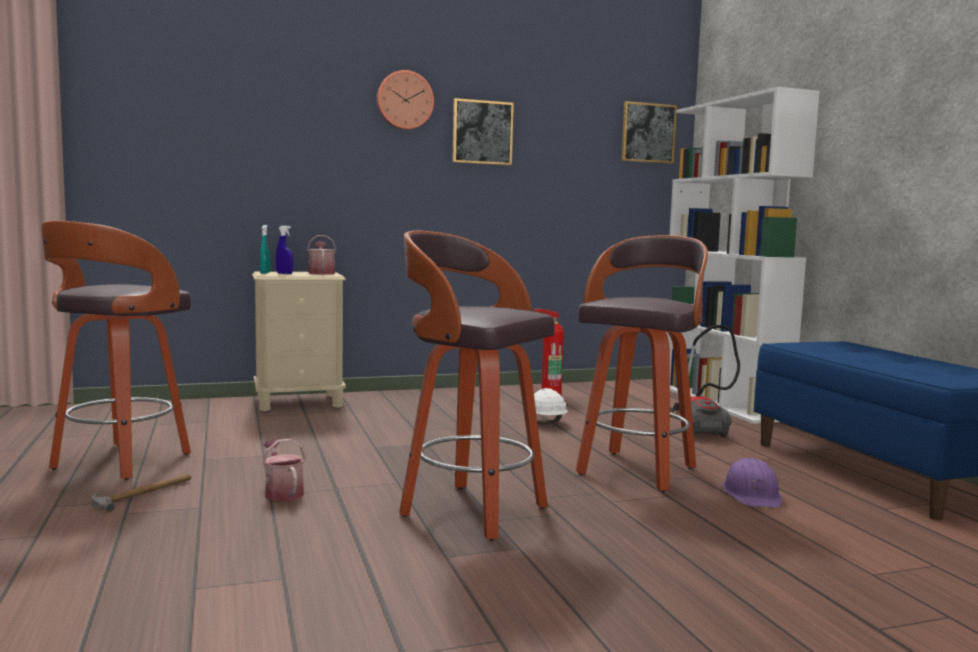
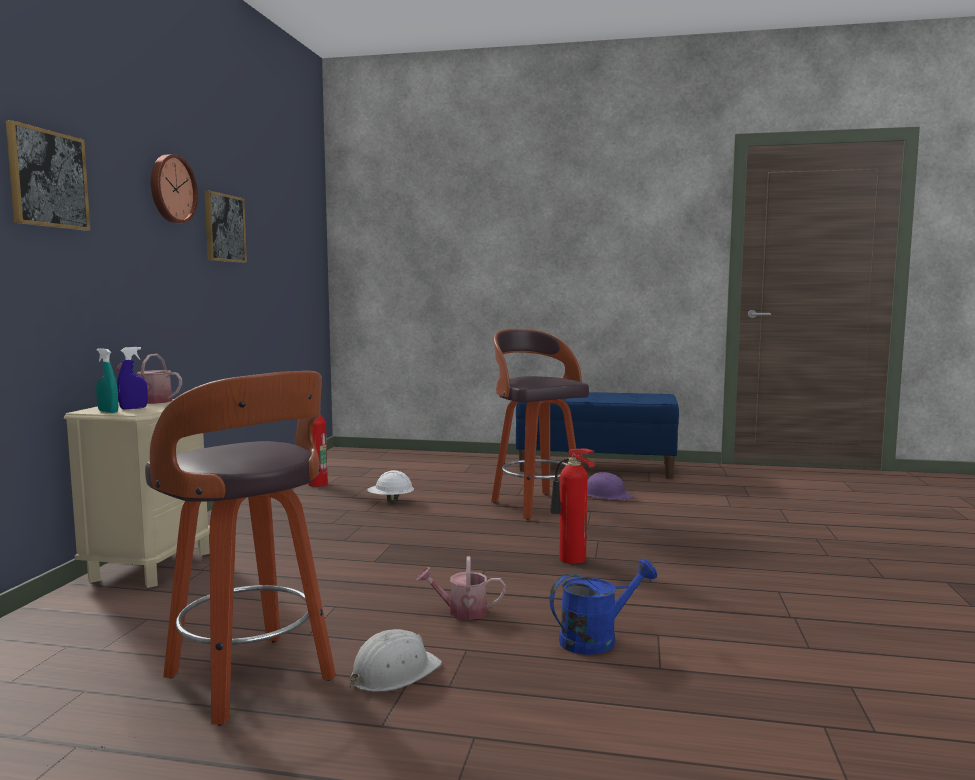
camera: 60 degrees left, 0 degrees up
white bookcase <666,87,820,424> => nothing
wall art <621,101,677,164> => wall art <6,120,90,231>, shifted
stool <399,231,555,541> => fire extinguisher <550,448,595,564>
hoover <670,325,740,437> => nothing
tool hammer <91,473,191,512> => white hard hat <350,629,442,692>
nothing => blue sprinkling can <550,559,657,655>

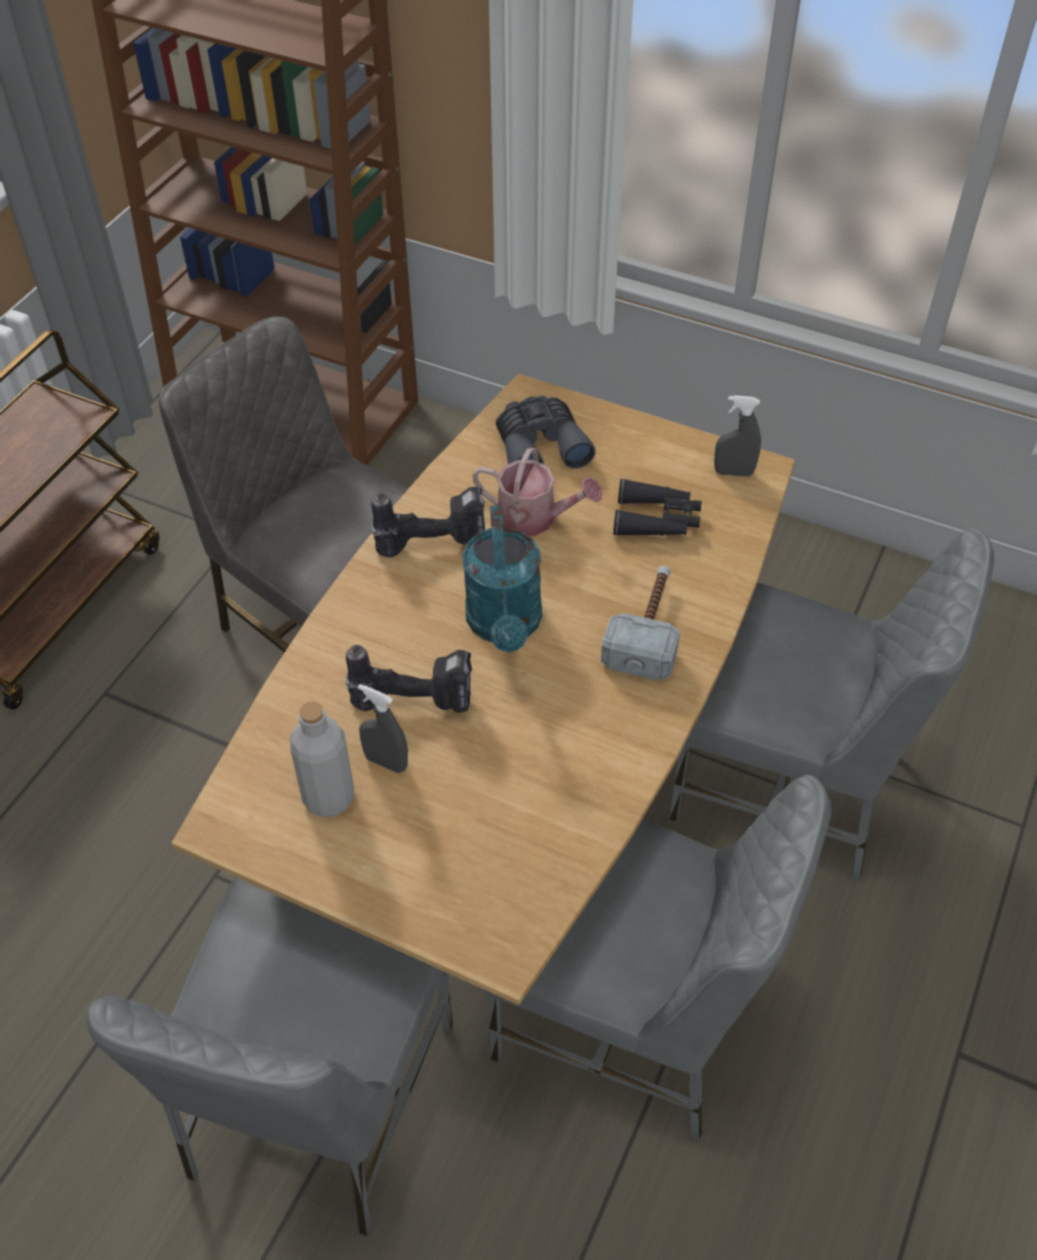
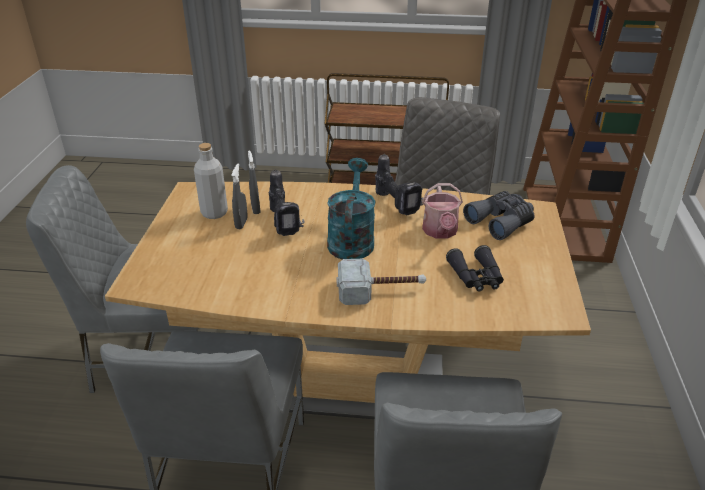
camera: 70 degrees right, 15 degrees down
gray sprayer <714,395,761,477> => gray sprayer <248,150,261,214>, shifted
turquoise sprinkling can <462,505,542,652> => turquoise sprinkling can <327,158,375,260>, 120 degrees clockwise

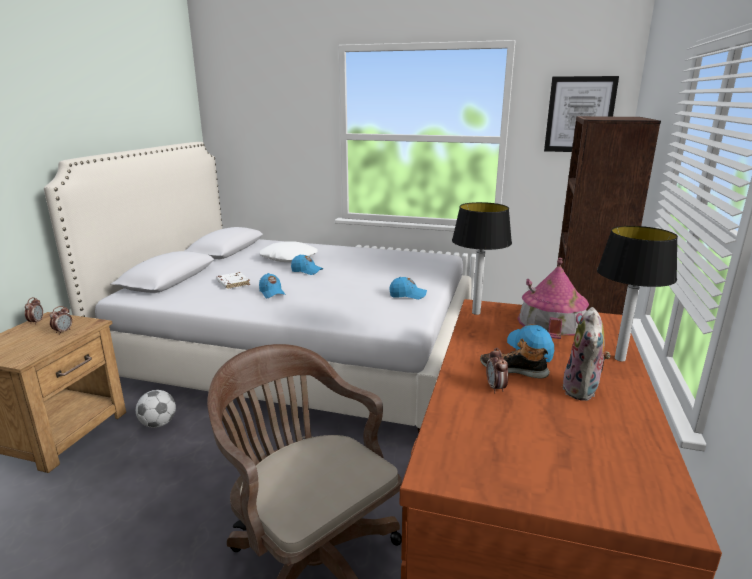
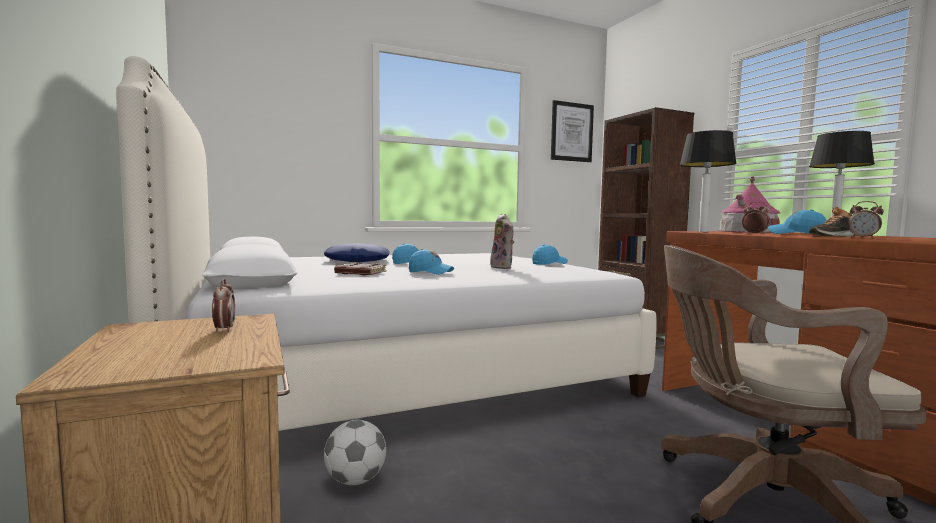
camera: 40 degrees left, 15 degrees down
white pillow <259,242,318,262> => blue pillow <324,243,390,262>
white book <216,272,250,289> => brownish book <334,262,386,275>
table clock <25,297,43,325> => table clock <742,202,770,235>, shifted
soft toy <562,307,610,401> => soft toy <490,214,514,269>, shifted

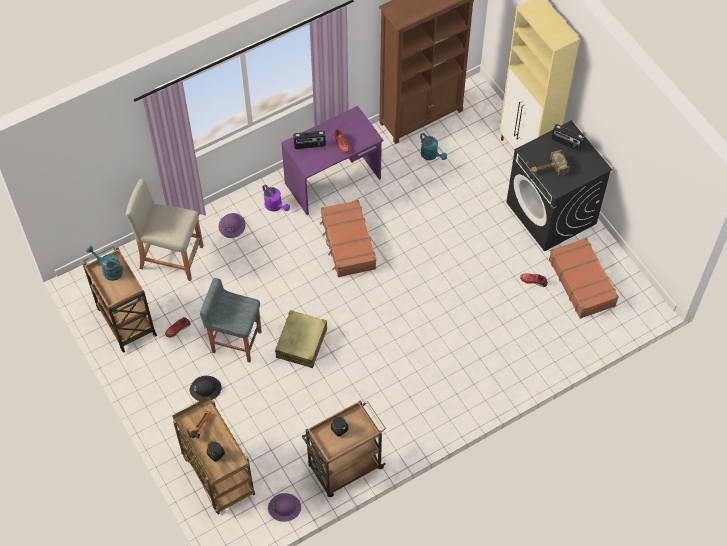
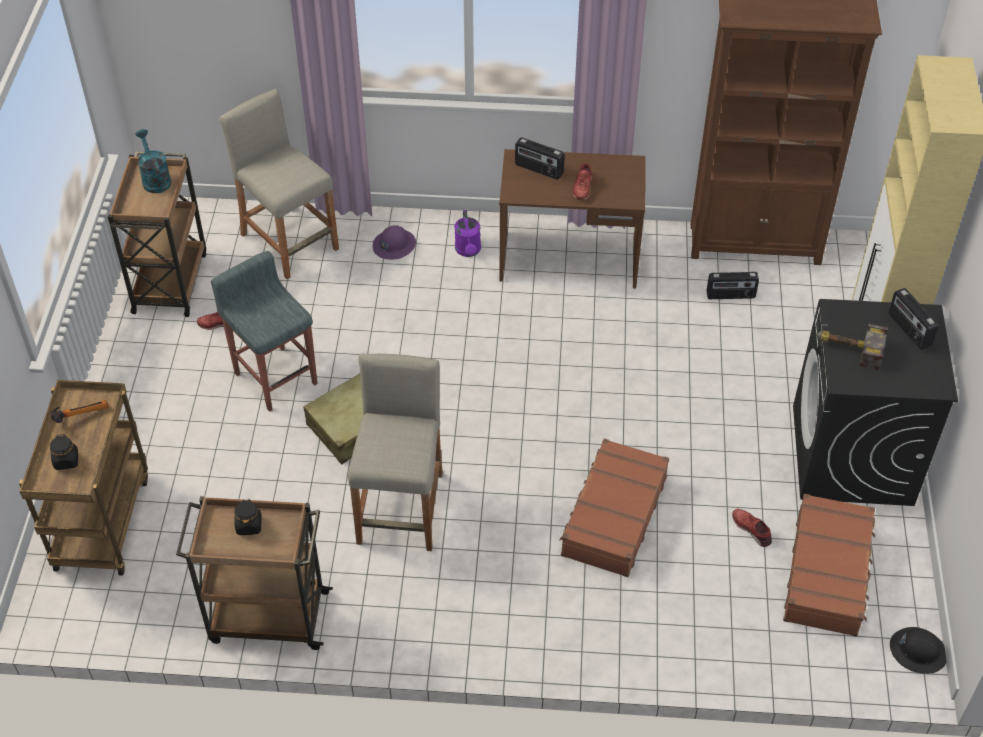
camera: 35 degrees right, 10 degrees down
purplish desk <281,106,383,215> => brownish desk <499,149,646,289>
turquoise sprinkling can <420,133,447,160> => radio set <706,272,759,299>
brownish piece of luggage <320,200,376,277> => brownish piece of luggage <559,439,669,577>, shifted
blackish hard hat <190,376,222,401> => blackish hard hat <890,627,947,674>, shifted
purplish hard hat <268,493,301,522> => nothing
nothing => beige stool <348,354,443,551>

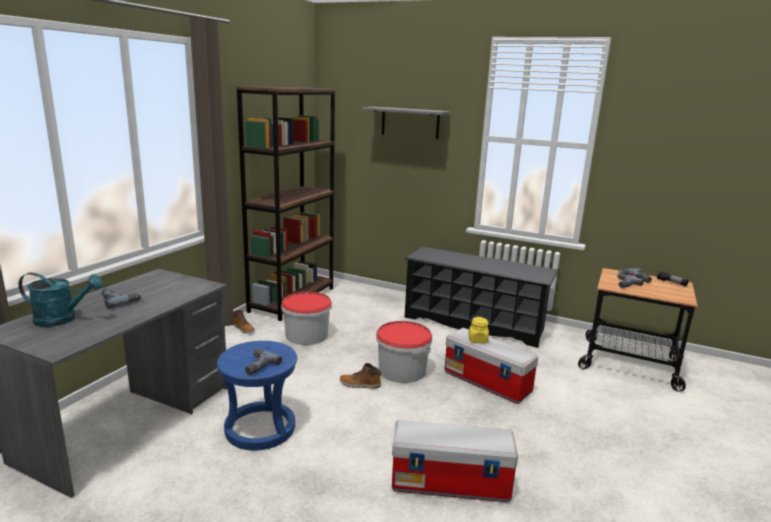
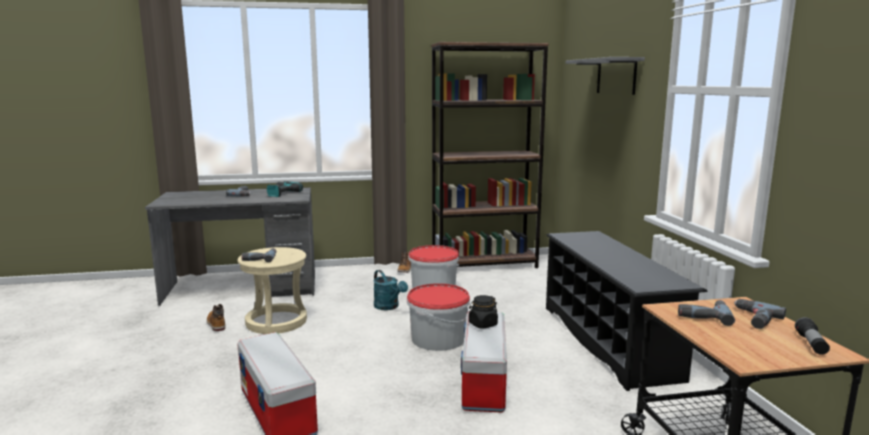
camera: 55 degrees right, 5 degrees down
turquoise sprinkling can <19,273,103,327> => turquoise sprinkling can <373,270,408,310>, shifted
yellowish preserve jar <469,317,489,343> => blackish preserve jar <469,295,498,329>
blue stool <217,341,297,451> => beige stool <238,247,307,334>
tall boot <340,363,382,388> => tall boot <207,304,225,331>, shifted
nothing => power drill <267,181,303,197>

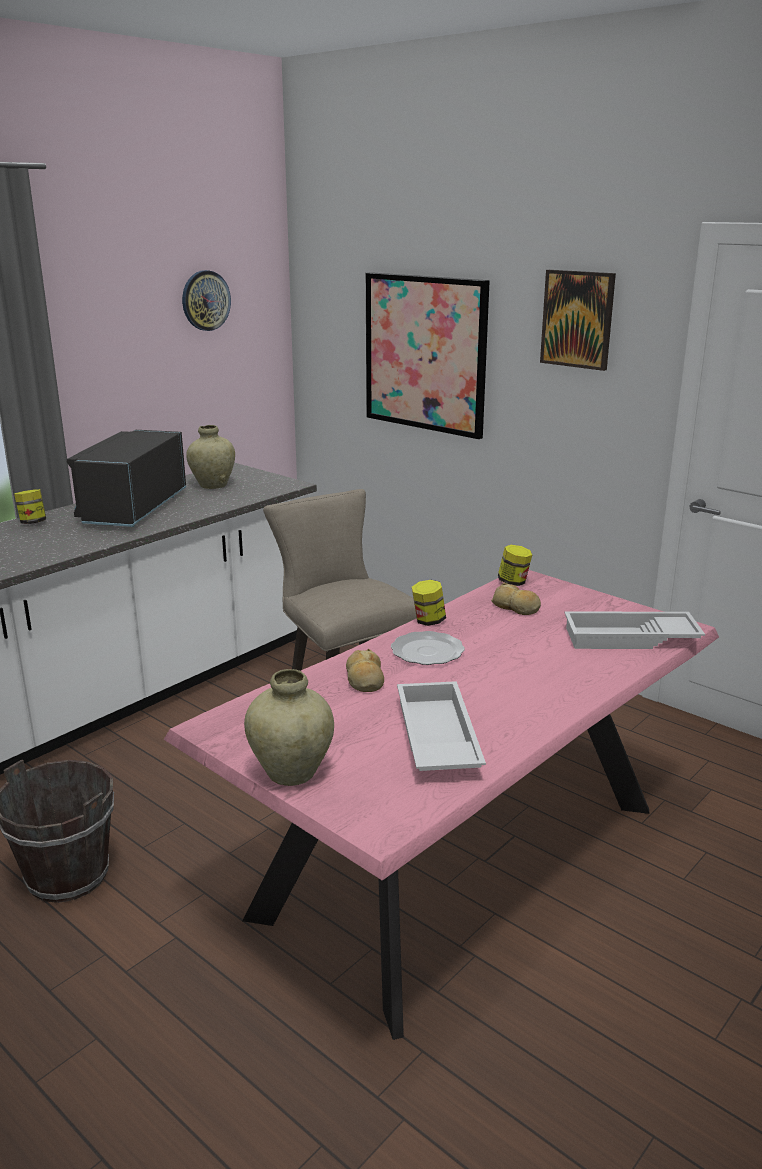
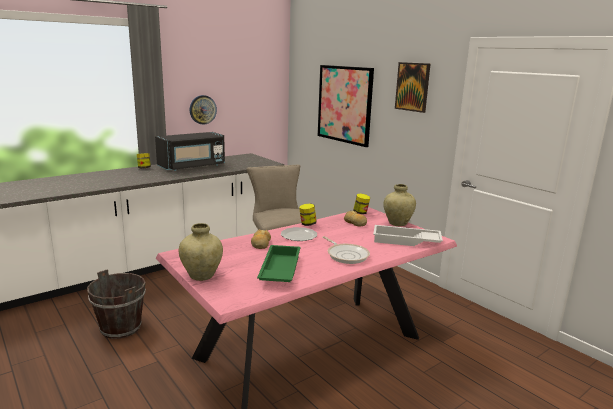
camera: 10 degrees right, 5 degrees down
clock on the wall <182,270,231,331> => clock on the wall <190,95,217,125>, shifted
beige decorative vase <186,425,235,489> => beige decorative vase <383,184,416,226>, shifted
blackish microwave <67,430,186,527> => blackish microwave <155,132,225,171>, 150 degrees counterclockwise
white tray <397,681,486,771> => green-coloured tray <257,245,301,282>
nothing => pan <322,236,370,264>

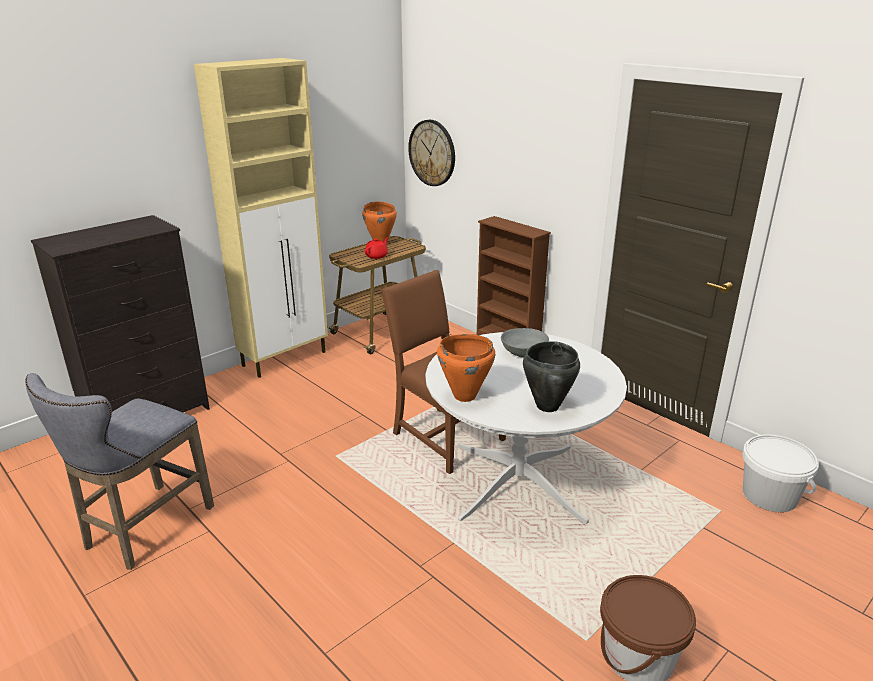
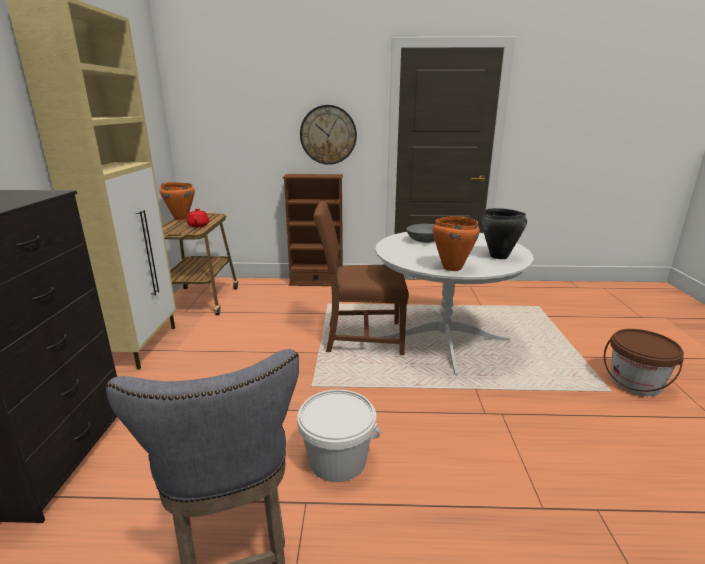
camera: 45 degrees left, 5 degrees down
clock on the wall <408,120,455,186> => clock on the wall <300,105,357,165>, shifted
white bucket <742,435,819,513> => white bucket <297,389,381,482>, shifted

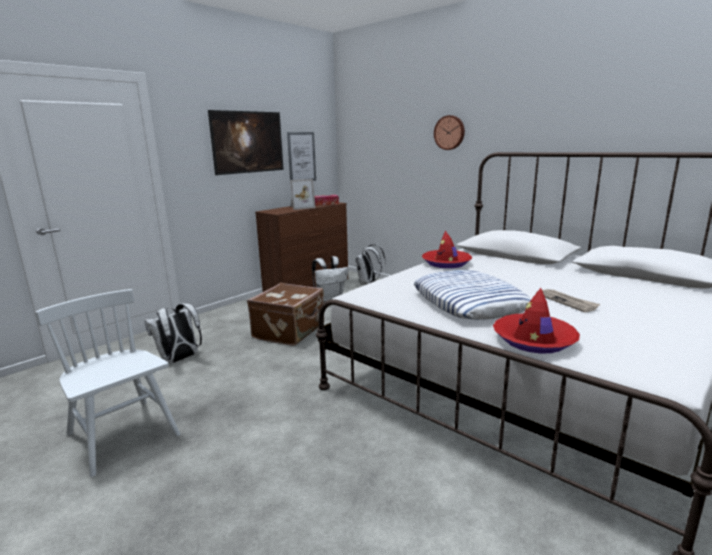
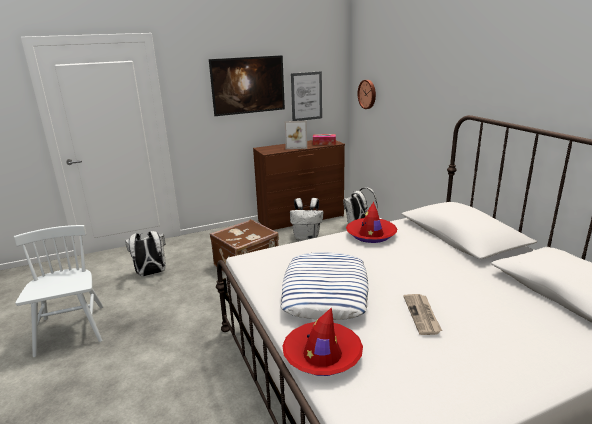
camera: 25 degrees right, 5 degrees up
clock on the wall <434,115,465,150> => clock on the wall <358,80,376,109>, shifted

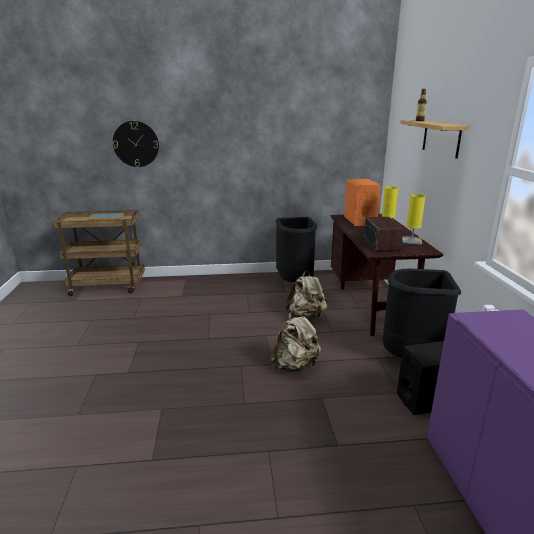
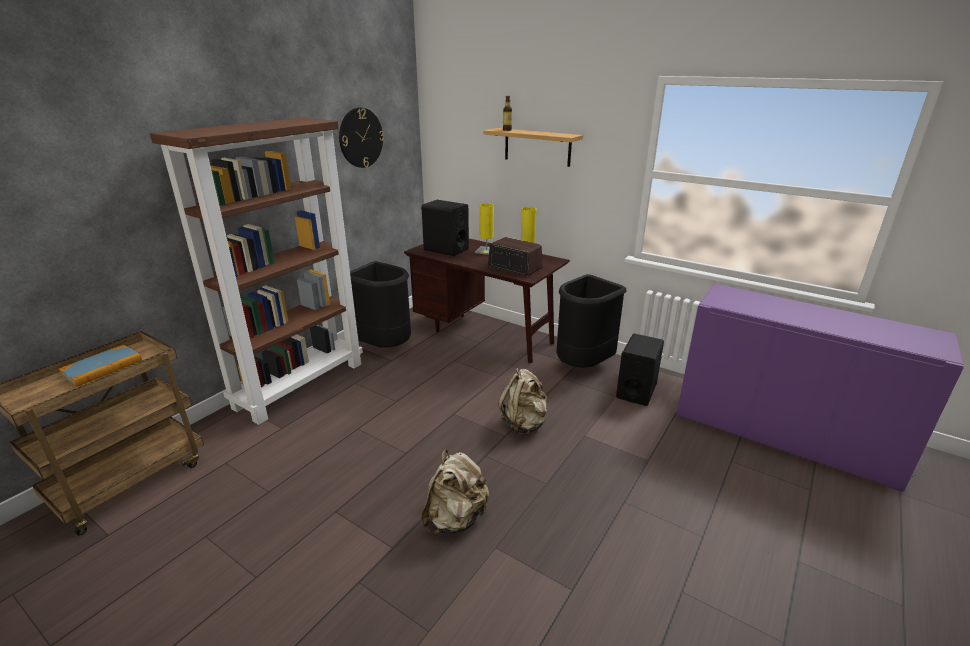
camera: 50 degrees left, 5 degrees up
clock on the wall <113,121,159,167> => clock on the wall <339,108,384,168>, shifted
orangey audio speaker <344,179,381,226> => blackish audio speaker <421,200,469,256>
beige backpack <286,270,327,319> => beige backpack <421,450,489,534>, shifted
nothing => brownish bookcase <150,117,363,425>

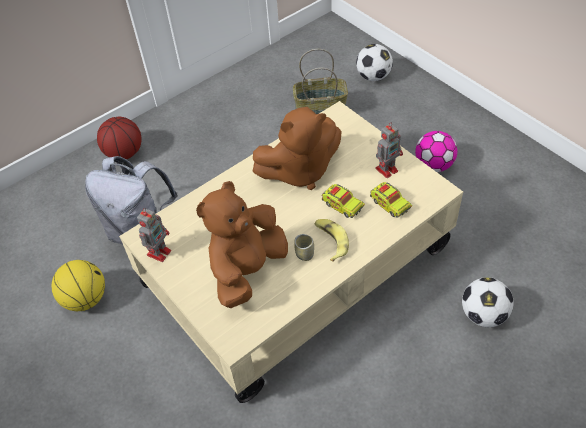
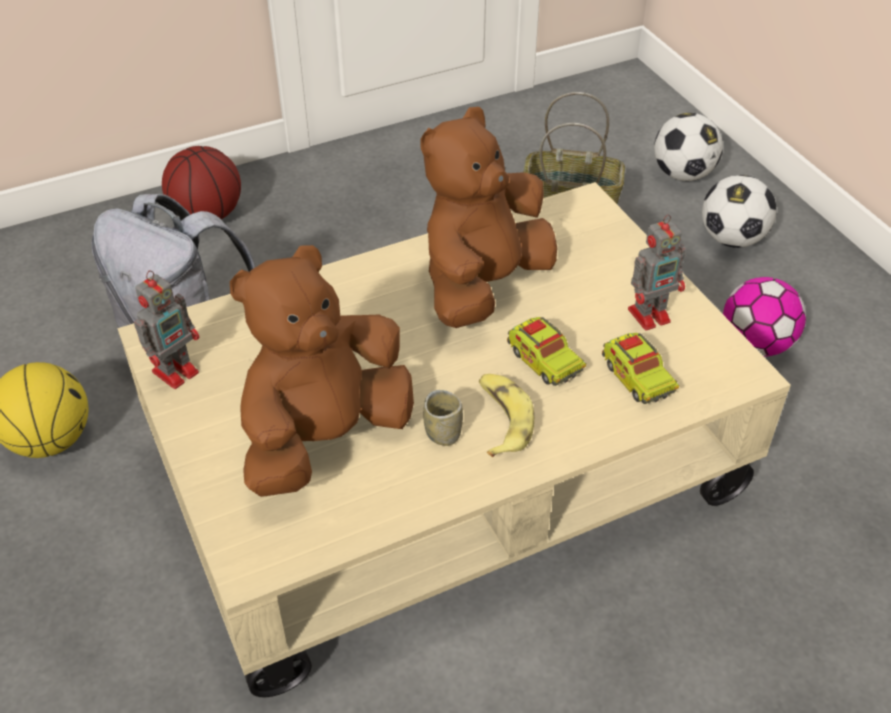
camera: 10 degrees right, 5 degrees down
brownish soft toy <253,107,342,190> => brownish soft toy <421,107,557,328>, 135 degrees clockwise
football ball <462,277,513,327> => football ball <702,175,776,248>, shifted

